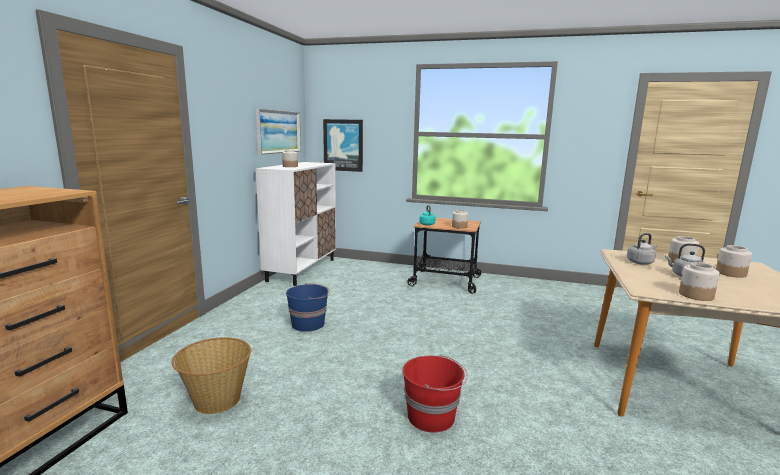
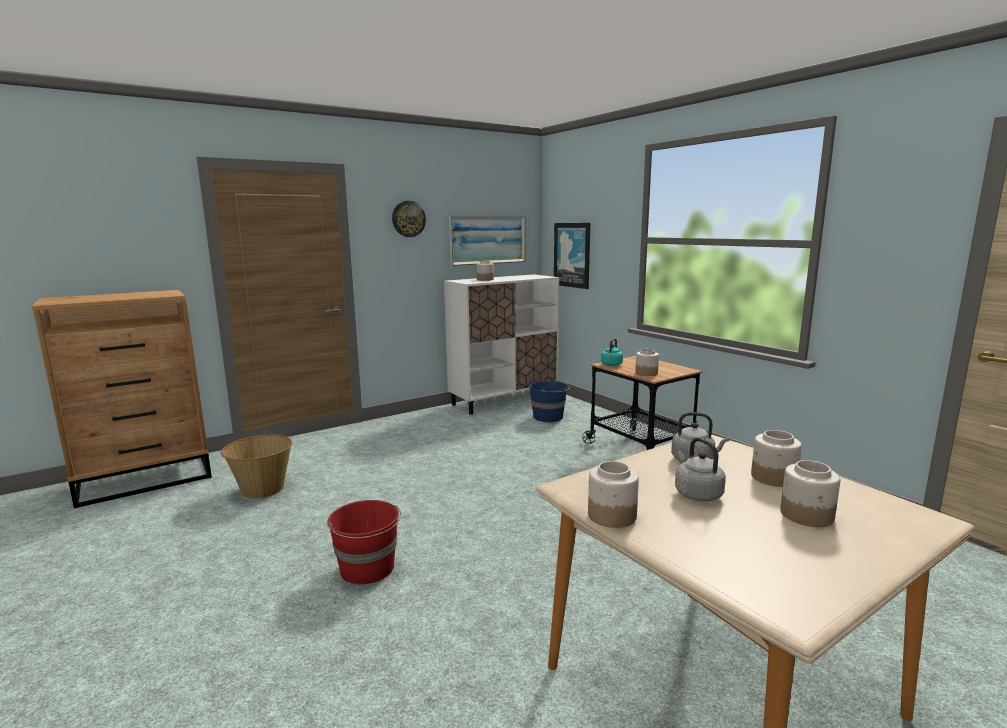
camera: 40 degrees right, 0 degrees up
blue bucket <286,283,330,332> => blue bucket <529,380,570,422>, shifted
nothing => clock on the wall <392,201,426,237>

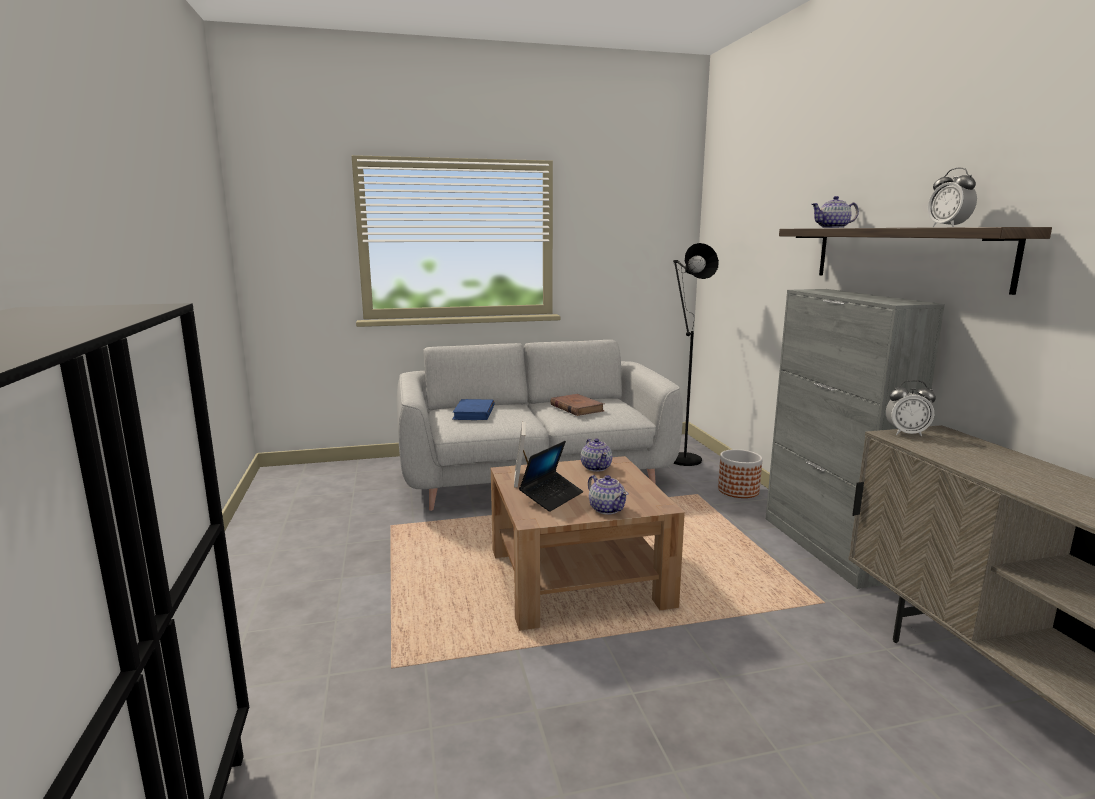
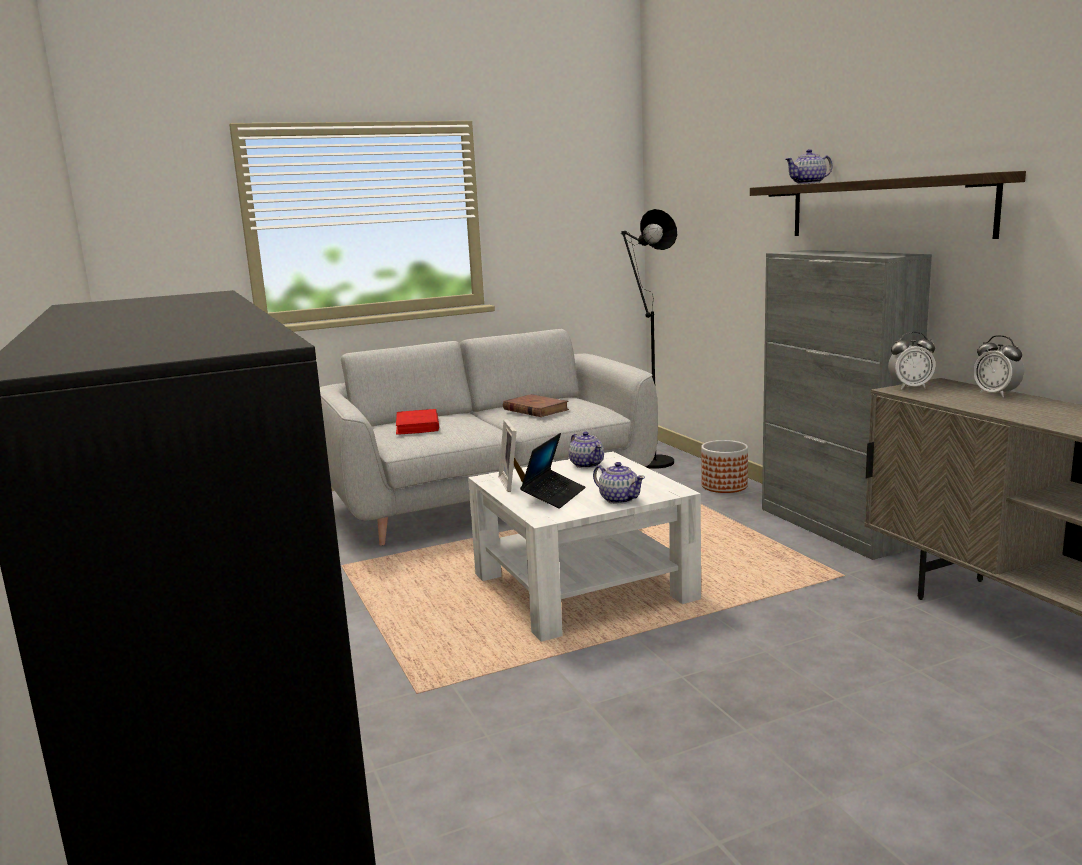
camera: 10 degrees left, 0 degrees up
table clock <928,168,977,227> => table clock <973,335,1024,397>, shifted
blue book <452,399,495,420> => reddish book <396,409,439,435>
brownish coffee table <491,456,685,631> => white coffee table <468,451,701,642>

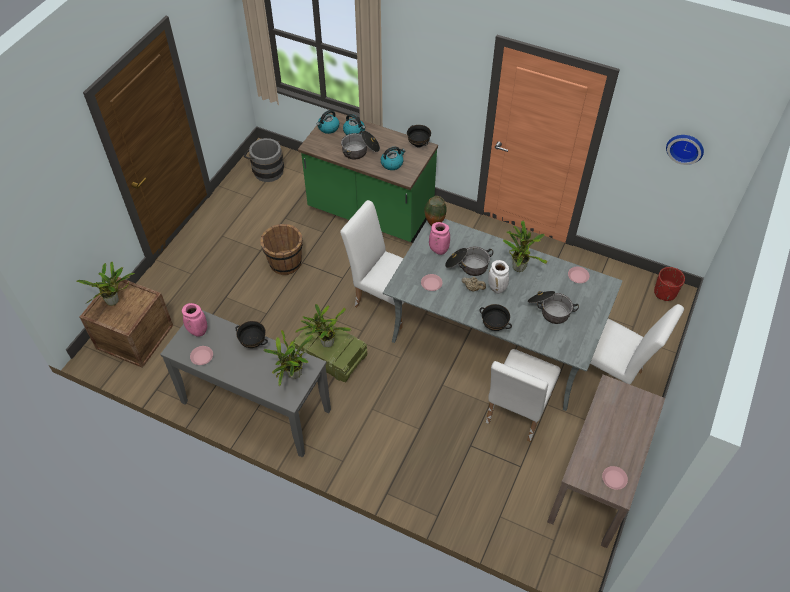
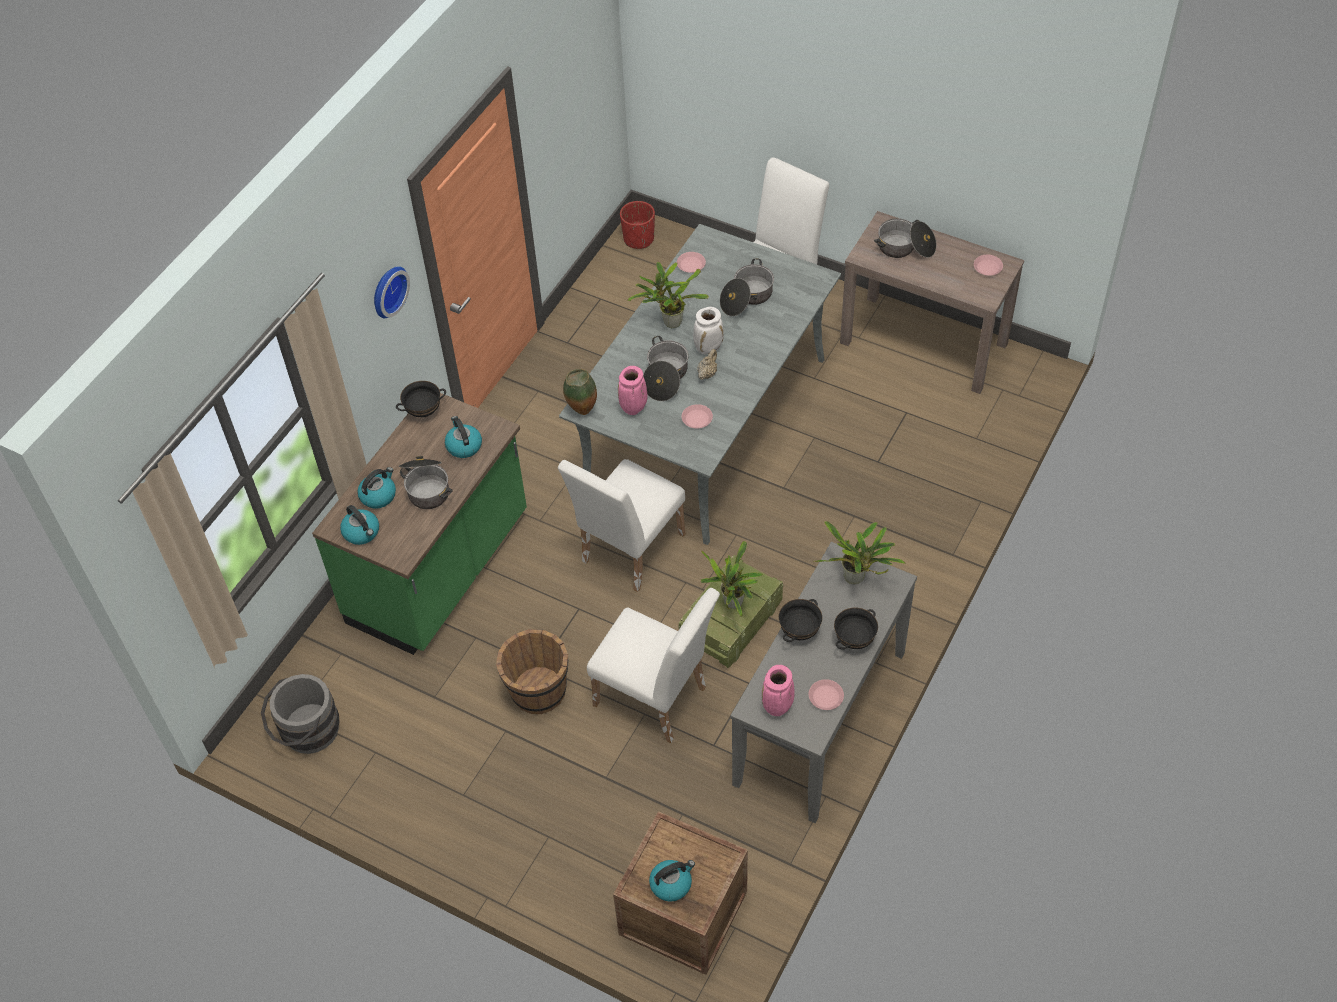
camera: 85 degrees left, 0 degrees up
clock on the wall <666,135,704,165> => clock on the wall <374,266,410,318>, shifted
plant in a pot <76,262,136,306> => water kettle <649,860,695,902>
blackish deep dish <480,304,512,331> => blackish deep dish <834,608,878,649>, shifted
white plain chair <486,349,561,442> => white plain chair <587,588,720,743>, shifted
nothing => saucepot <874,218,936,258>

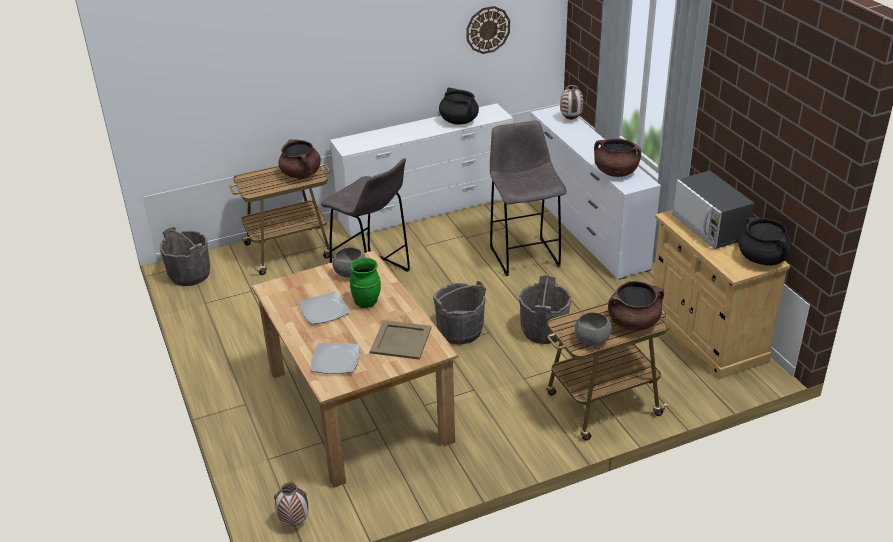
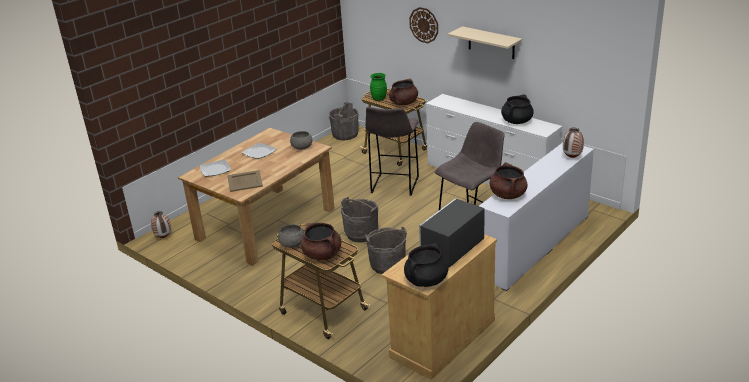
camera: 65 degrees right, 5 degrees down
clock on the wall <466,6,510,54> => clock on the wall <409,7,438,43>, shifted
green-coloured decorative vase <349,258,381,308> => green-coloured decorative vase <370,73,387,101>, shifted
nothing => beige shelf <448,26,522,59>

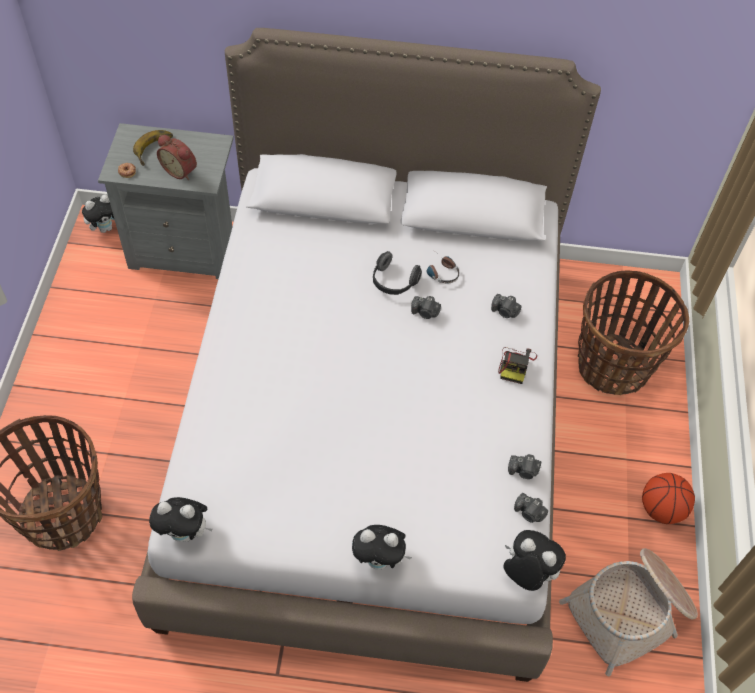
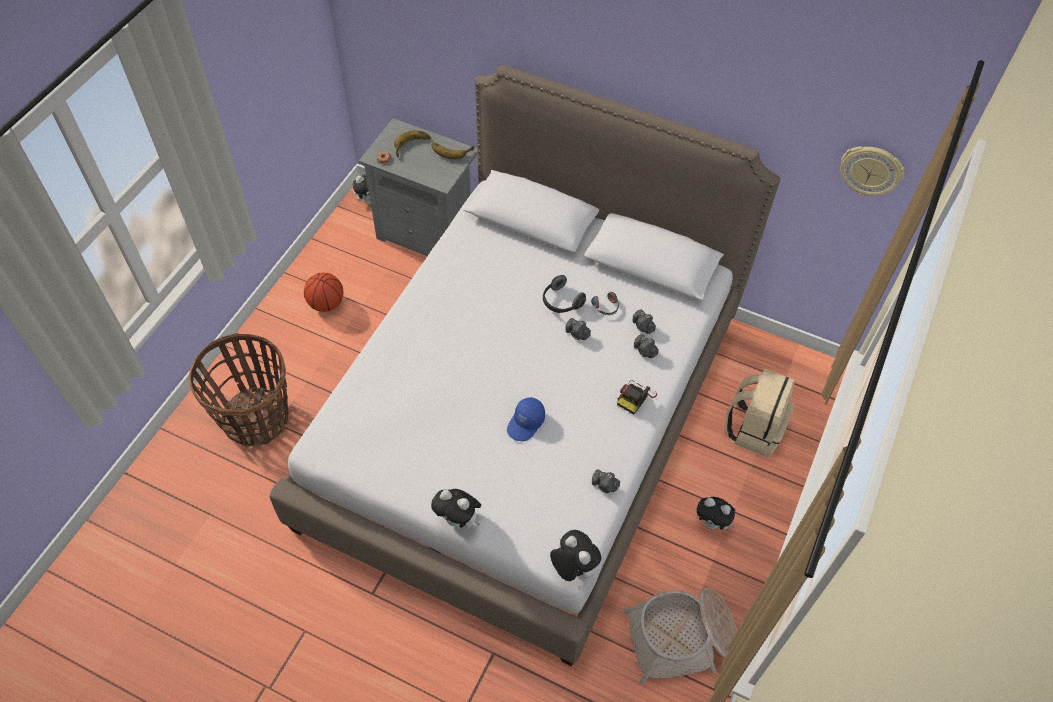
camera: 20 degrees right, 0 degrees up
table clock <157,135,197,180> => nothing
household basket <578,270,689,395> => beige backpack <725,368,795,457>
basketball <642,473,695,524> => basketball <304,273,343,312>, shifted
photo camera <514,493,548,523> => photo camera <633,309,656,334>, shifted
soft toy <149,497,213,542> => soft toy <696,497,737,530>, shifted
nothing => whole banana <431,143,474,160>
nothing => clock on the wall <840,146,905,196>
nothing => blue baseball cap <507,397,545,441>

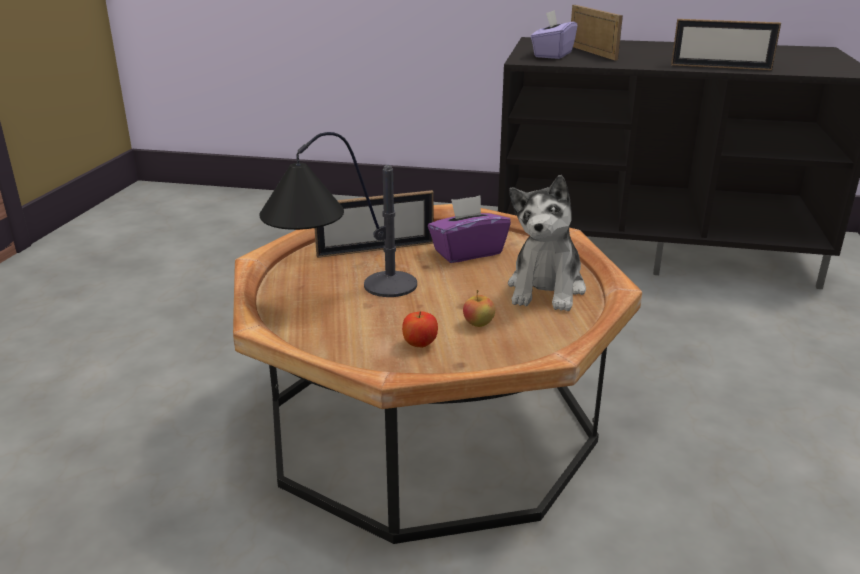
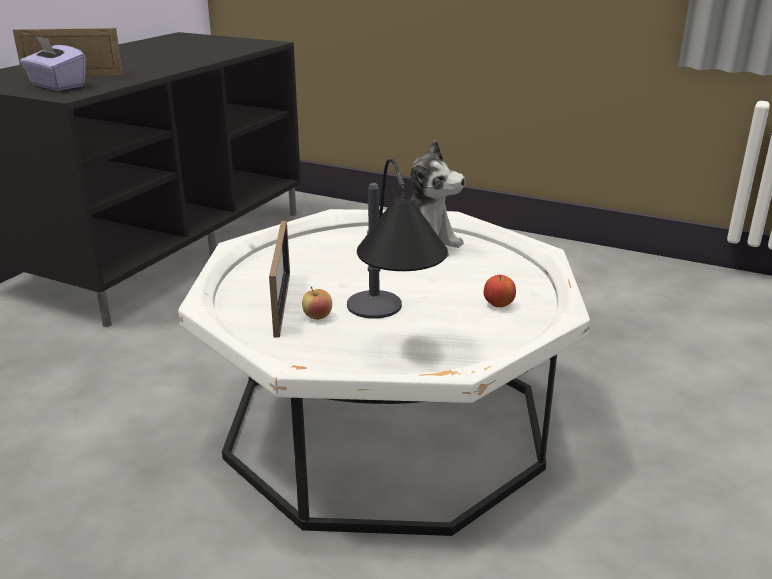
camera: 75 degrees left, 0 degrees up
photo frame <671,19,781,70> => nothing
purplish tissue holder <428,195,511,263> => nothing
brownish coffee table <233,204,642,544> => white coffee table <178,209,590,536>
whole apple <463,290,495,327> => whole apple <302,286,332,320>, shifted

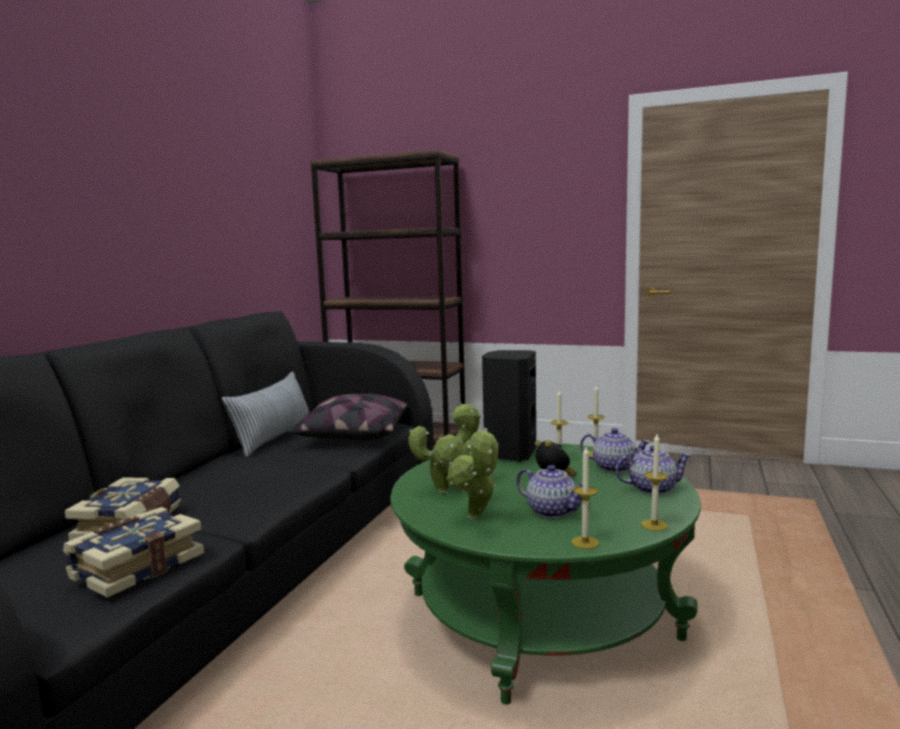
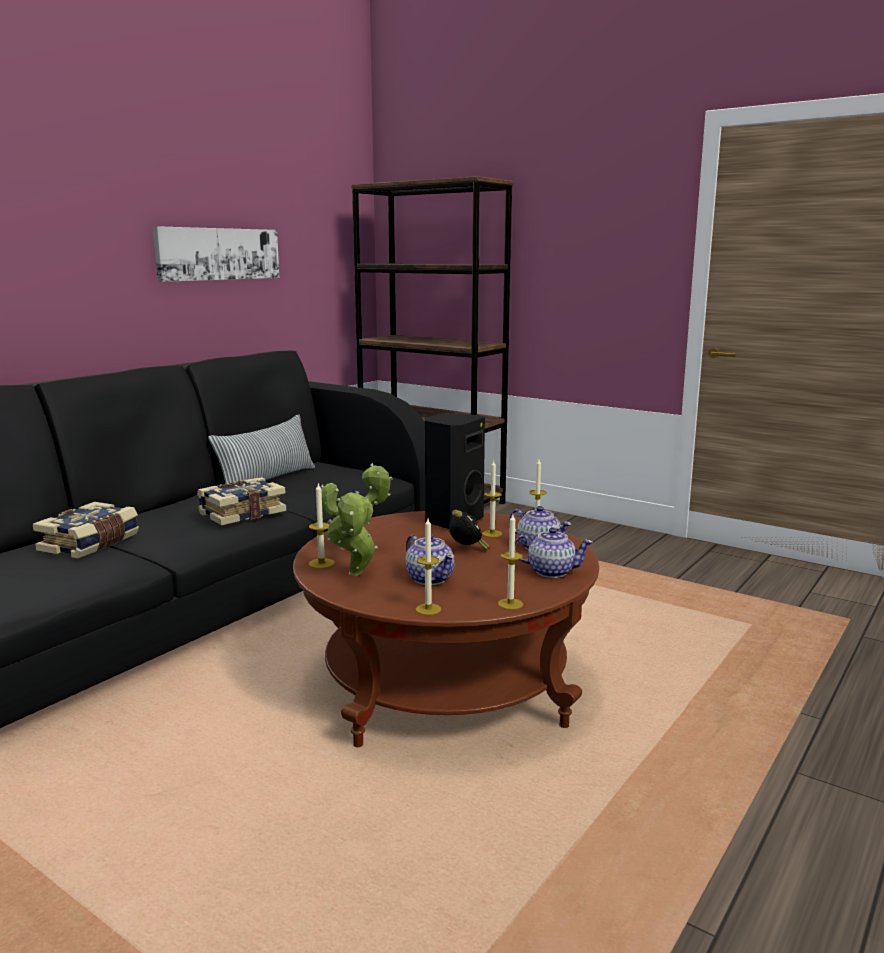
camera: 15 degrees right, 5 degrees up
pillow <288,394,407,441> => nothing
green-coloured coffee table <390,443,701,705> => brownish coffee table <293,511,599,747>
book <63,507,204,598> => book <197,477,286,526>, shifted
nothing => wall art <153,226,279,282>
nothing => wax candle <309,482,335,569>

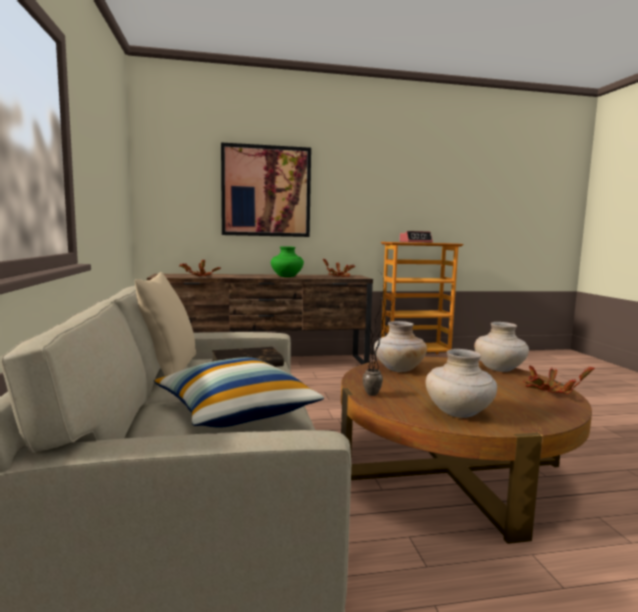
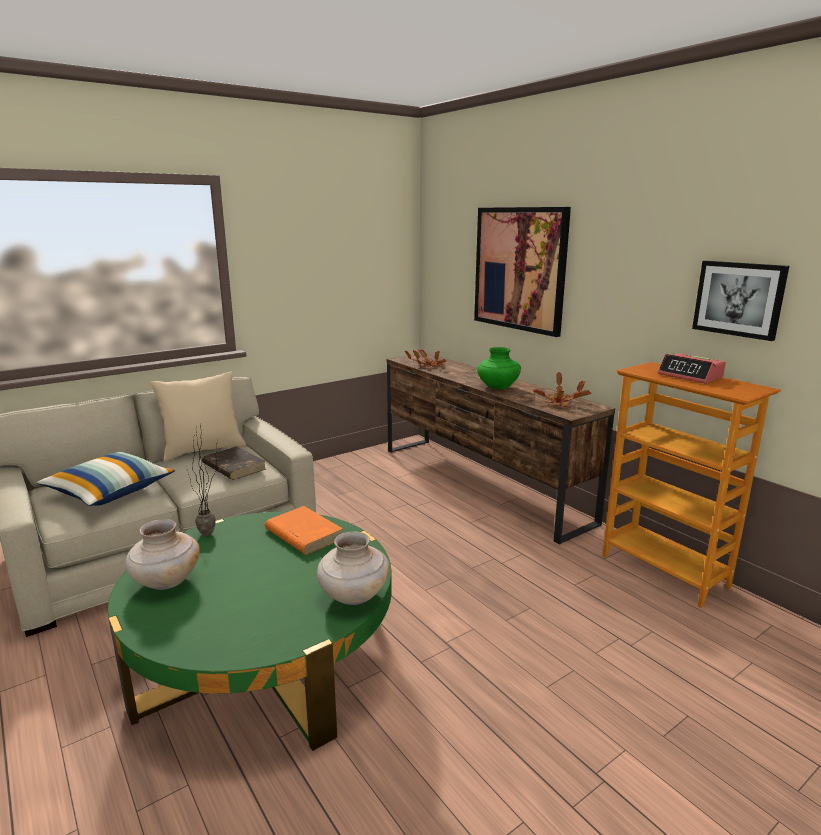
camera: 65 degrees right, 10 degrees up
beige decorative vase <374,321,427,372> => orangey book <265,506,343,555>
brownish coffee table <341,357,592,544> => green-coloured coffee table <108,512,392,751>
plant in a pot <523,365,595,394> => nothing
nothing => wall art <692,261,789,341>

